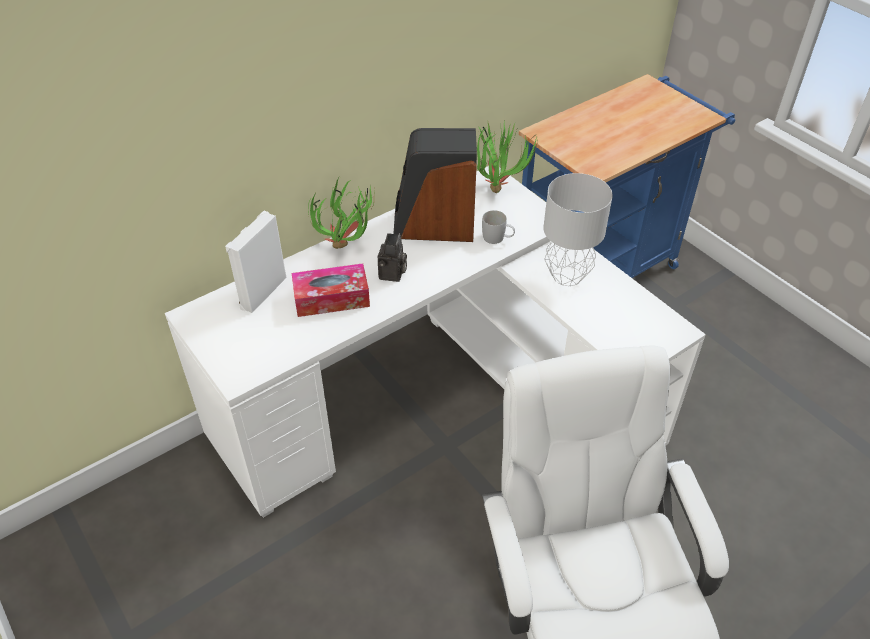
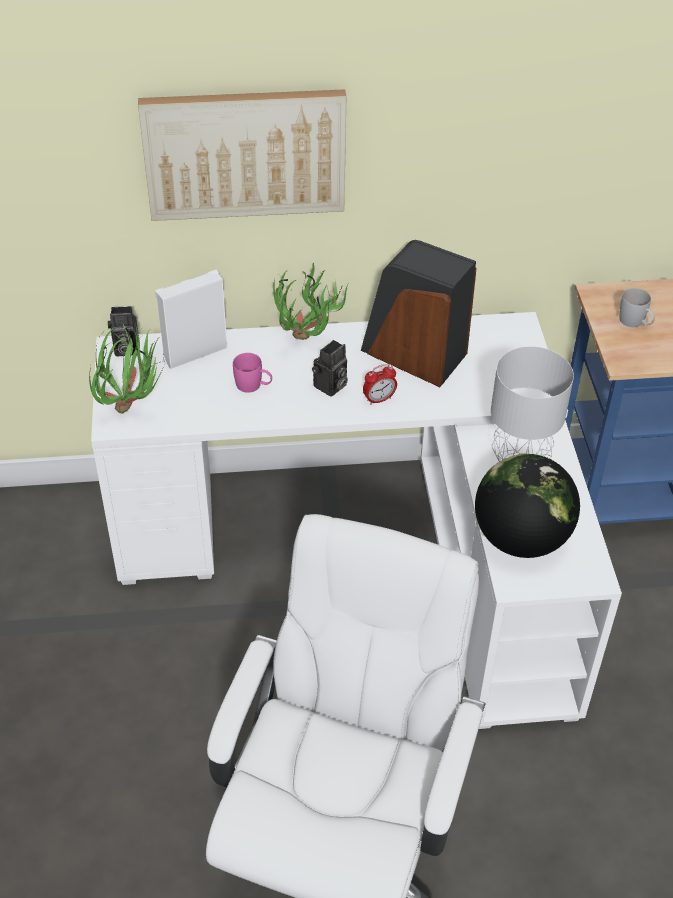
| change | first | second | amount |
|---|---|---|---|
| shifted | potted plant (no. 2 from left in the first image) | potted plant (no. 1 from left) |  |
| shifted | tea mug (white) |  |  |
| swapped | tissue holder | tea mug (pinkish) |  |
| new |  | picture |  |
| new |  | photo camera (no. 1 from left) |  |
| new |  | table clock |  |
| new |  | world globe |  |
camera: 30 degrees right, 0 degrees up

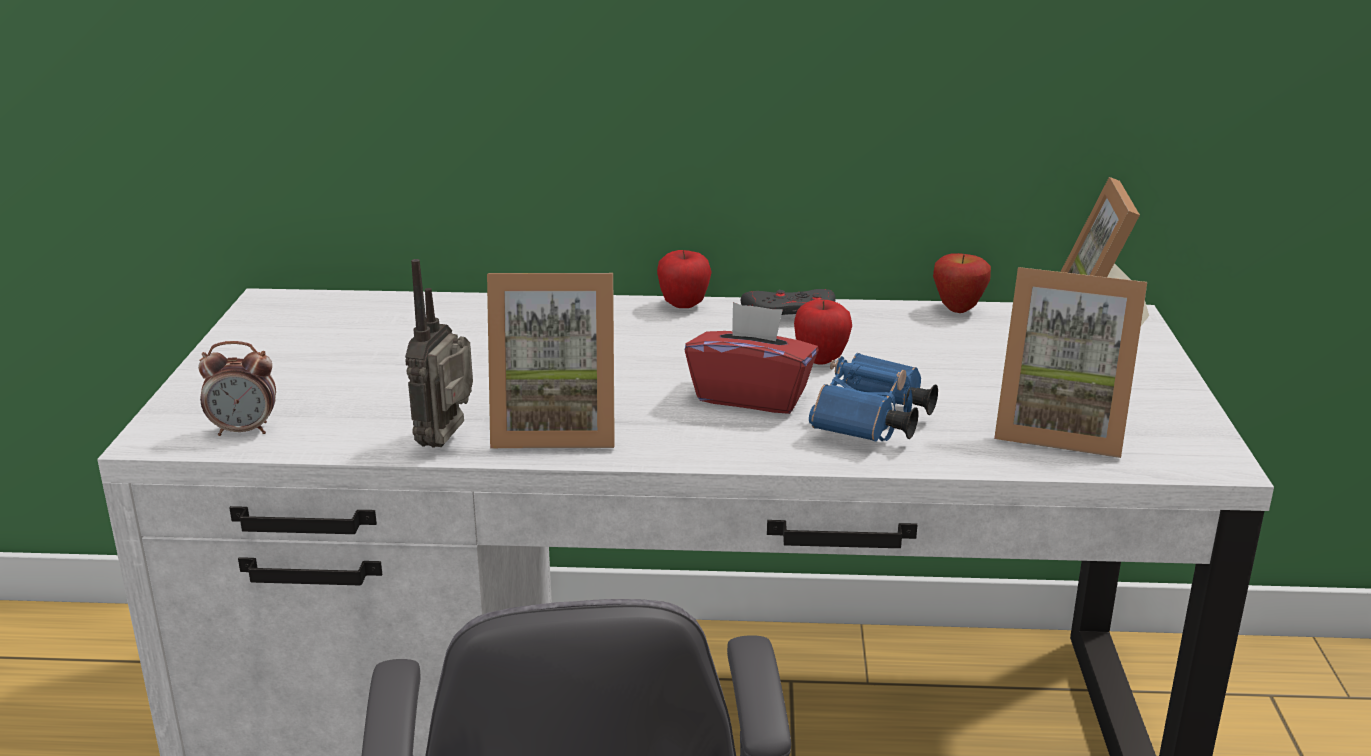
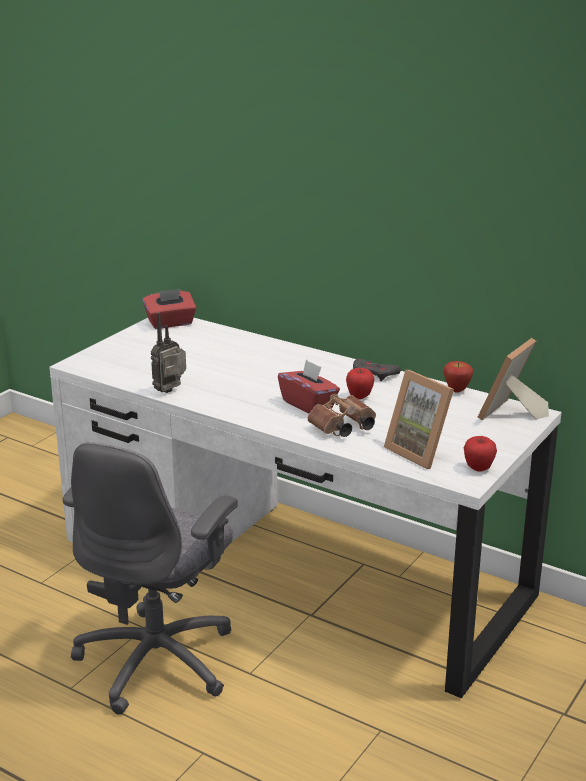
| change | first | second | amount |
|---|---|---|---|
| shifted | whole apple (no. 1 from left in the first image) | whole apple (no. 3 from left) |  |
| gone | picture frame (no. 1 from left) |  |  |
| gone | table clock |  |  |
| repainted | binoculars (blue) | binoculars (brown-coloured) |  |
| new |  | tissue holder (red-coloured) (no. 1 from left) |  |
camera: 30 degrees right, 0 degrees up

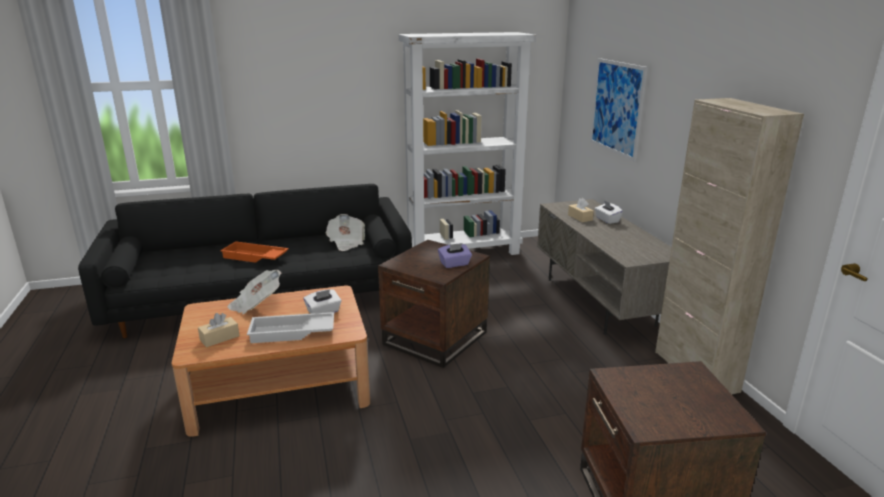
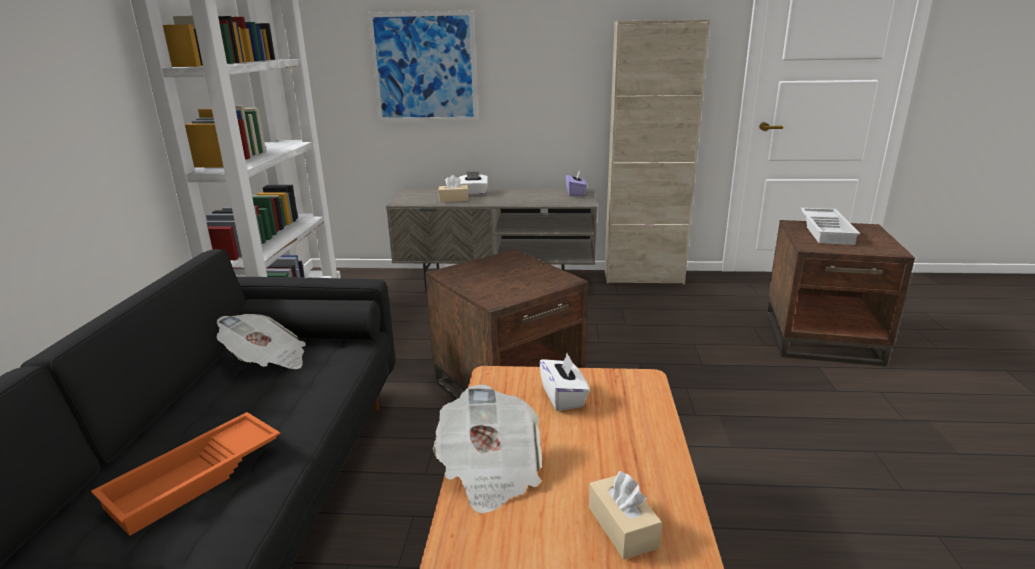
| change | first | second | amount |
|---|---|---|---|
| shifted | tissue holder (purplish) |  |  |
| shifted | carrying tray (white) |  |  |
camera: 70 degrees left, 0 degrees up

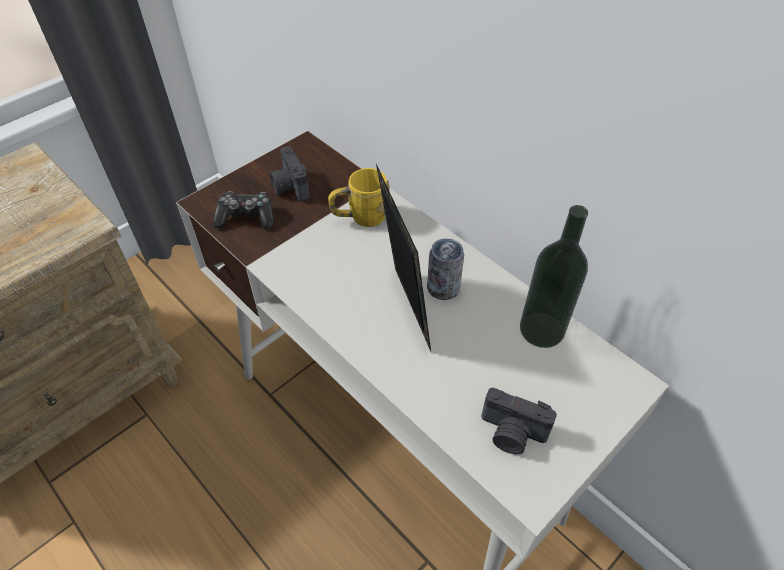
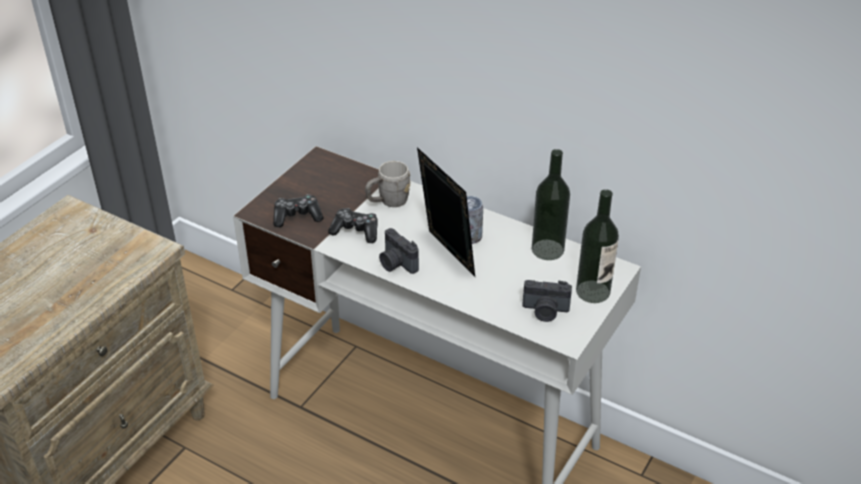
| change | first | second | amount |
|---|---|---|---|
| shifted | photo camera (no. 1 from left) |  |  |
| repainted | tea mug (yellow-coloured) | tea mug (gray) |  |
| new |  | beverage bottle (no. 2 from left) |  |
| new |  | gamepad (no. 2 from left) |  |
camera: 15 degrees left, 10 degrees down

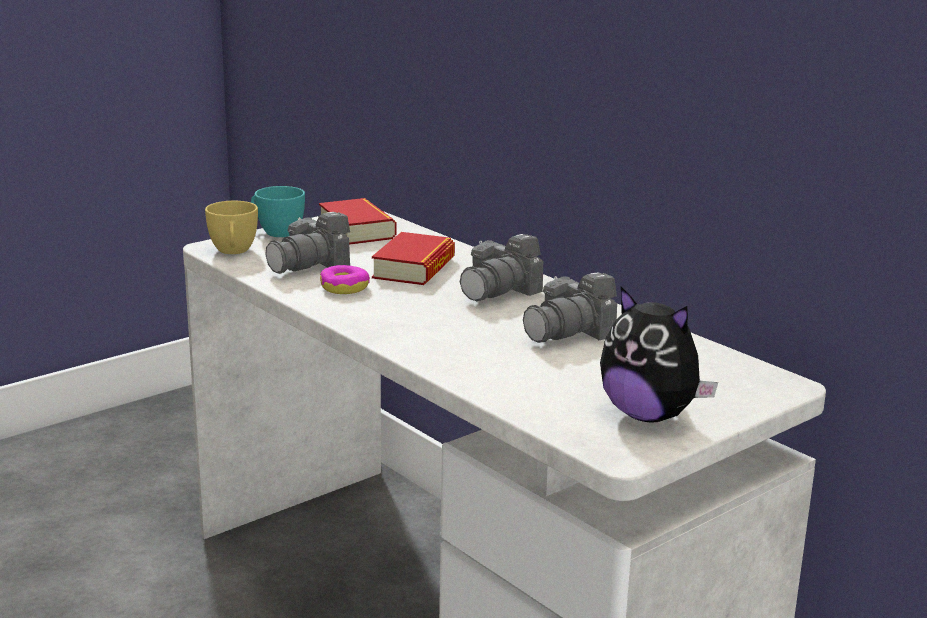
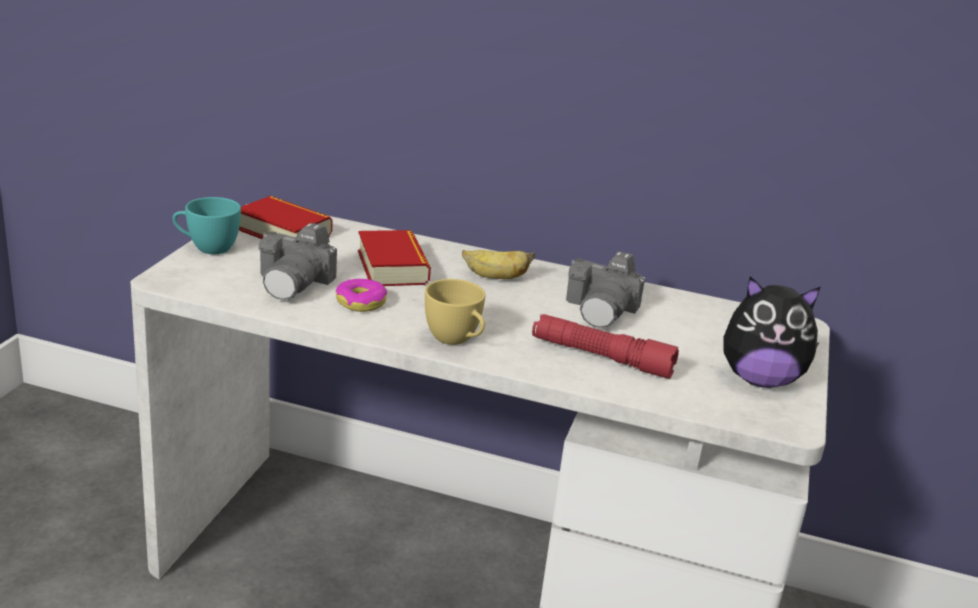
| change | first | second | amount |
|---|---|---|---|
| shifted | drinking cup (yellow-coloured) |  |  |
| swapped | photo camera (no. 2 from left) | banana |  |
| new |  | flashlight (red-coloured) |  |
camera: 35 degrees left, 5 degrees up

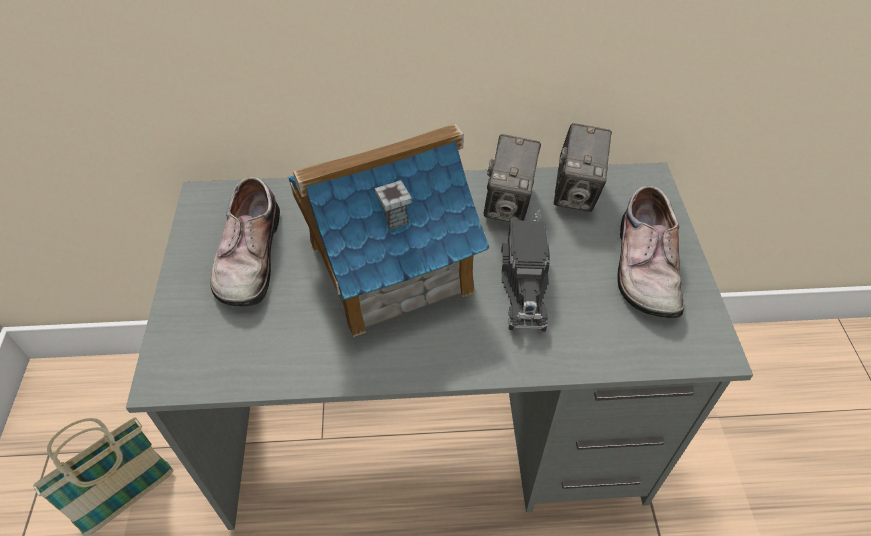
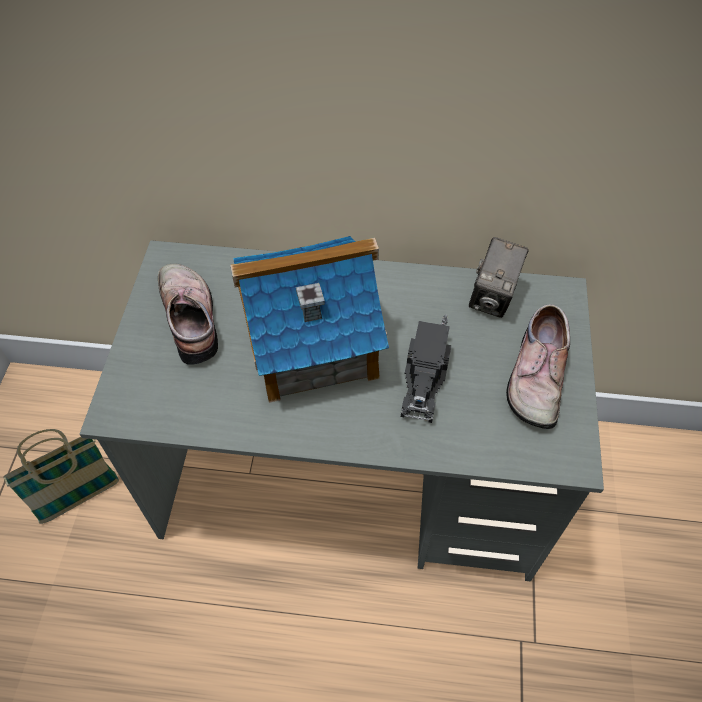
| change | first | second | amount |
|---|---|---|---|
| gone | photo camera (no. 1 from left) |  |  |
| rotated | low shoe (no. 1 from left) |  | 150 degrees clockwise |
camera: 10 degrees right, 5 degrees up

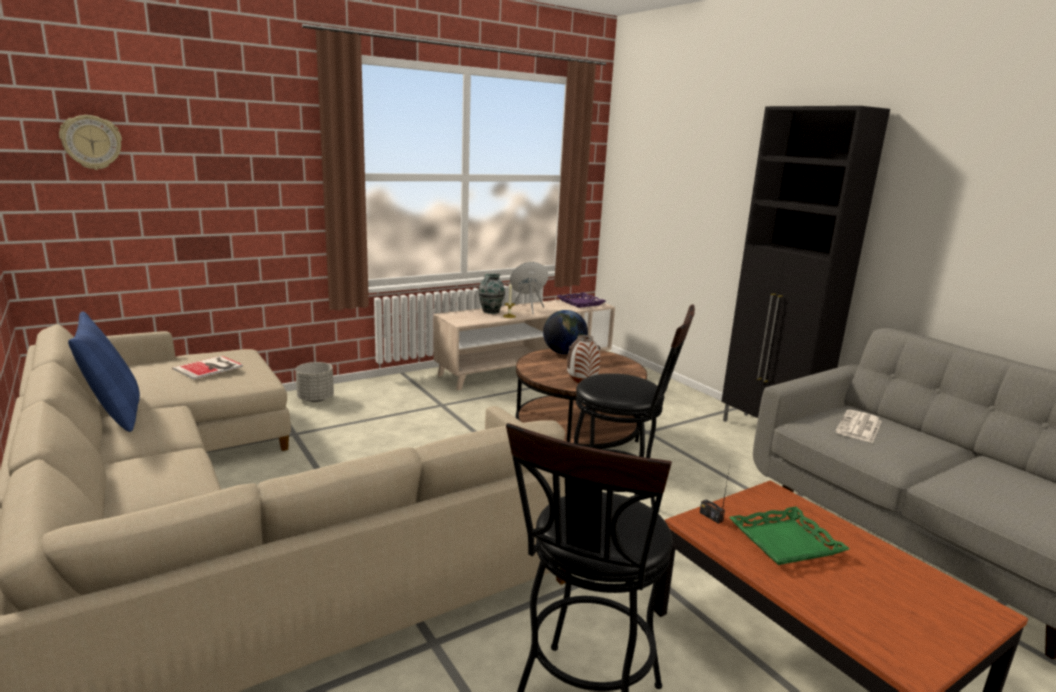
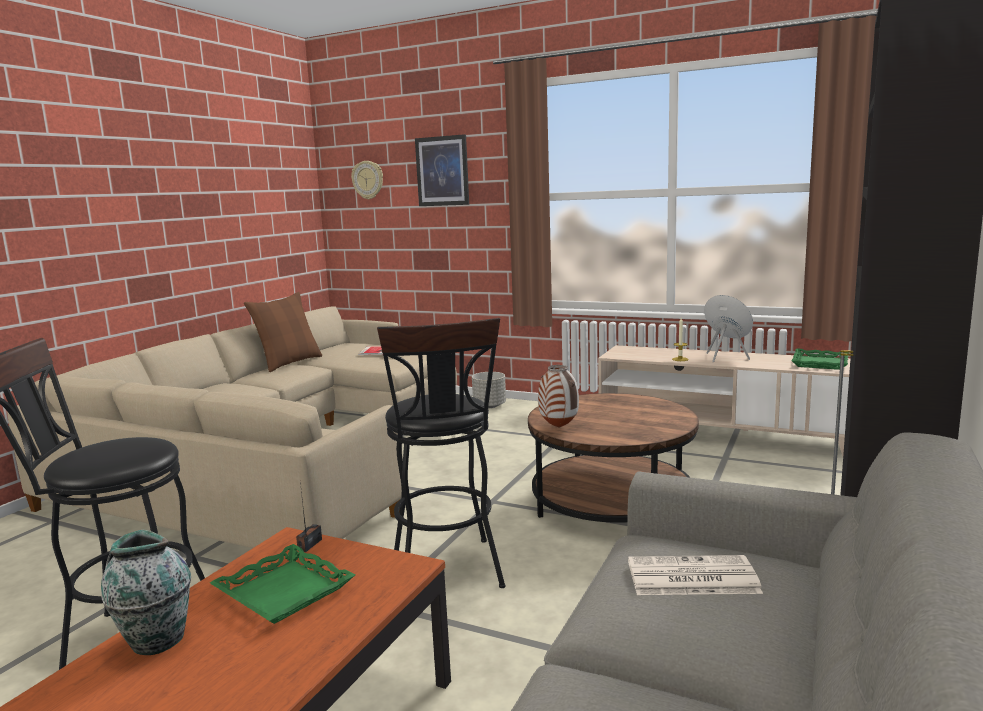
| change | first | second | amount |
|---|---|---|---|
| shifted | decorative vase (no. 1 from left) |  |  |
| repainted | carrying tray (purplish) | carrying tray (green) (no. 2 from left) |  |
| gone | world globe |  |  |
| repainted | pillow (blue) | pillow (brown-coloured) |  |
| new |  | picture |  |
camera: 60 degrees right, 5 degrees down

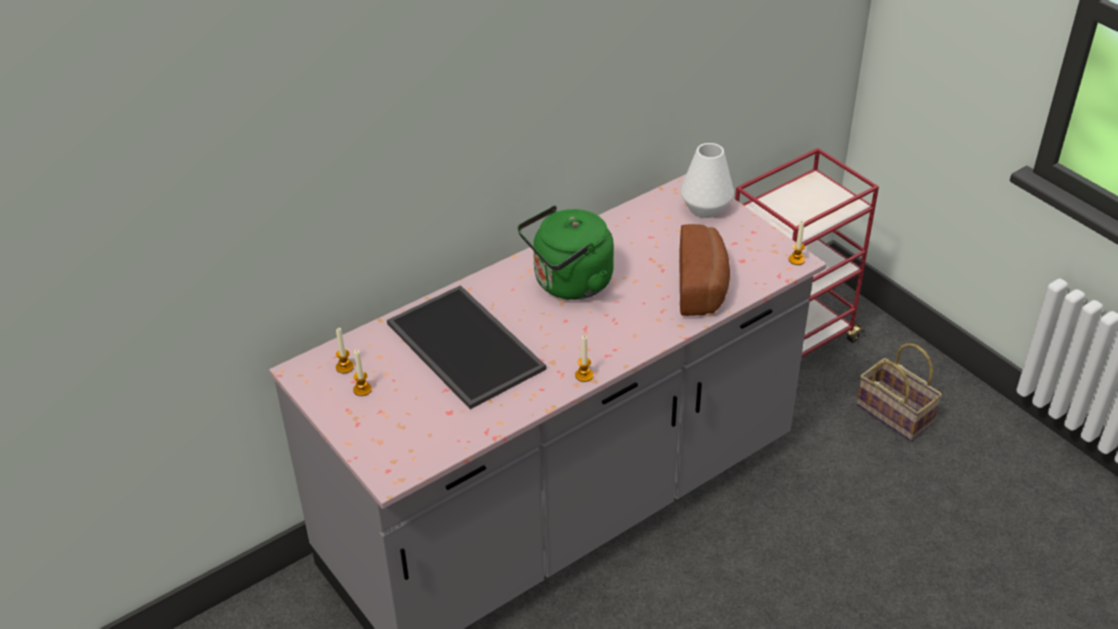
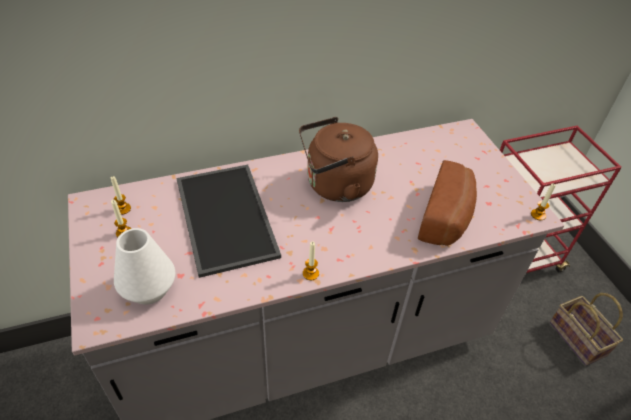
| change | first | second | amount |
|---|---|---|---|
| shifted | decorative vase (white) |  |  |
| repainted | kettle (green) | kettle (brown-coloured) |  |
camera: 15 degrees right, 5 degrees up

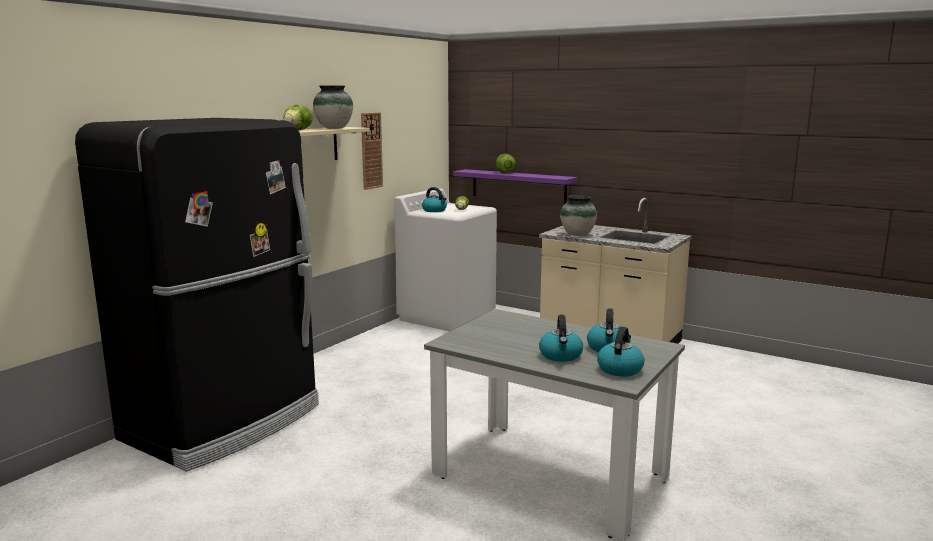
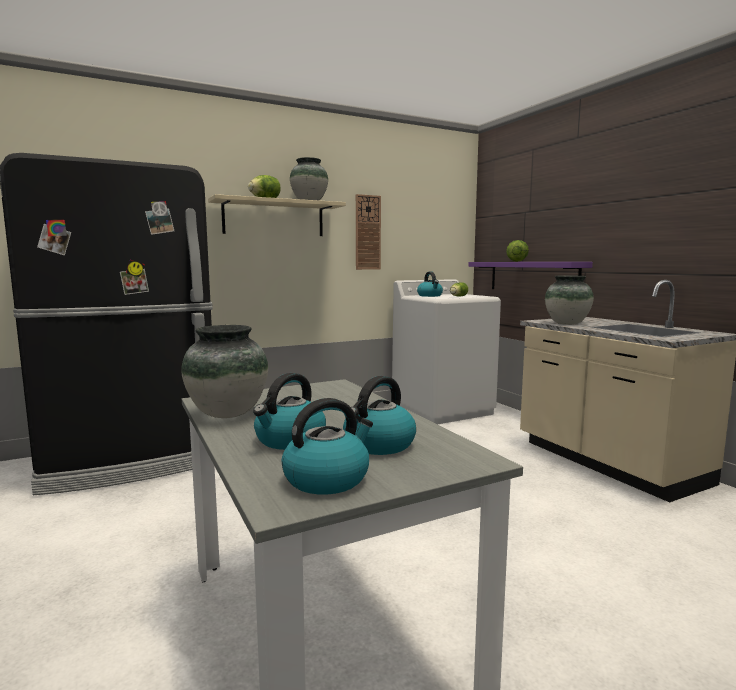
| change | first | second | amount |
|---|---|---|---|
| new |  | decorative vase (no. 1 from left) |  |
camera: 30 degrees right, 5 degrees down

